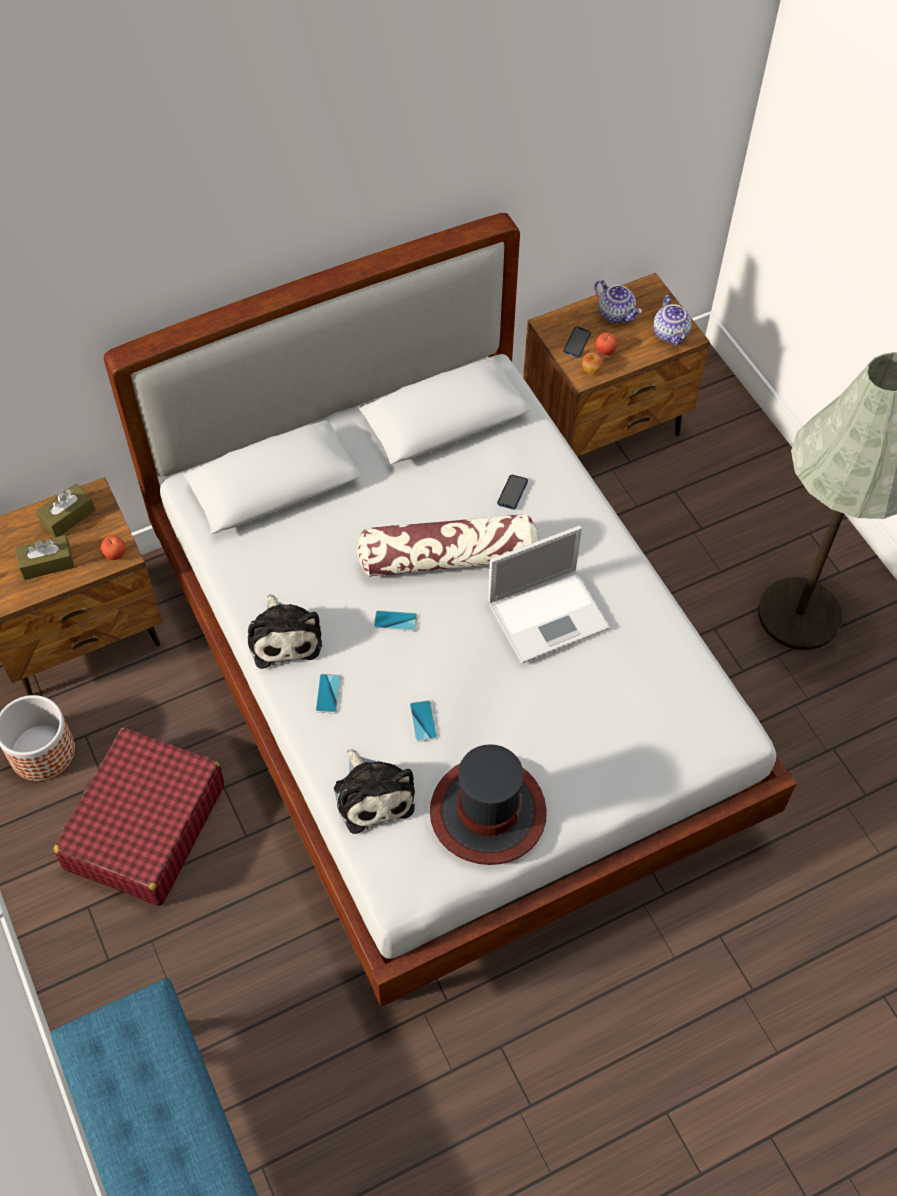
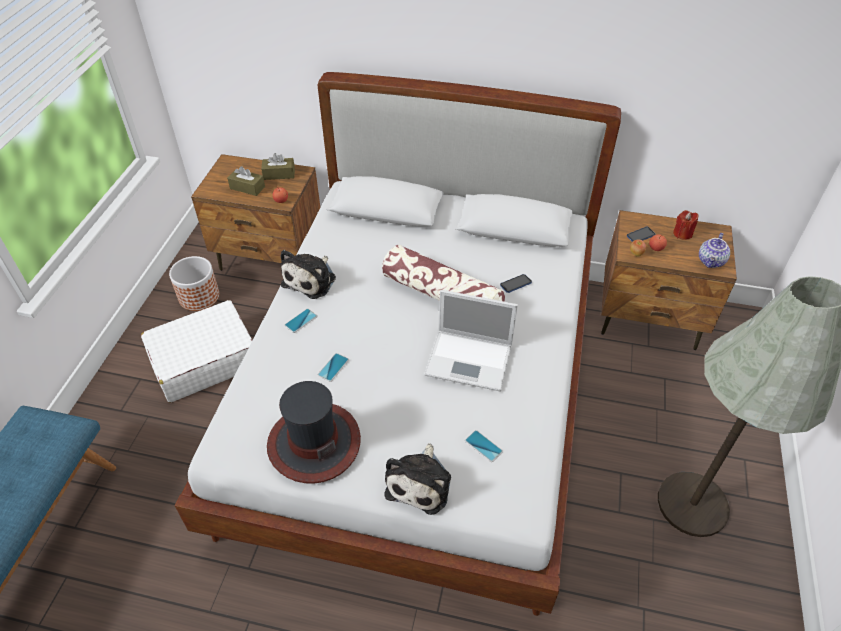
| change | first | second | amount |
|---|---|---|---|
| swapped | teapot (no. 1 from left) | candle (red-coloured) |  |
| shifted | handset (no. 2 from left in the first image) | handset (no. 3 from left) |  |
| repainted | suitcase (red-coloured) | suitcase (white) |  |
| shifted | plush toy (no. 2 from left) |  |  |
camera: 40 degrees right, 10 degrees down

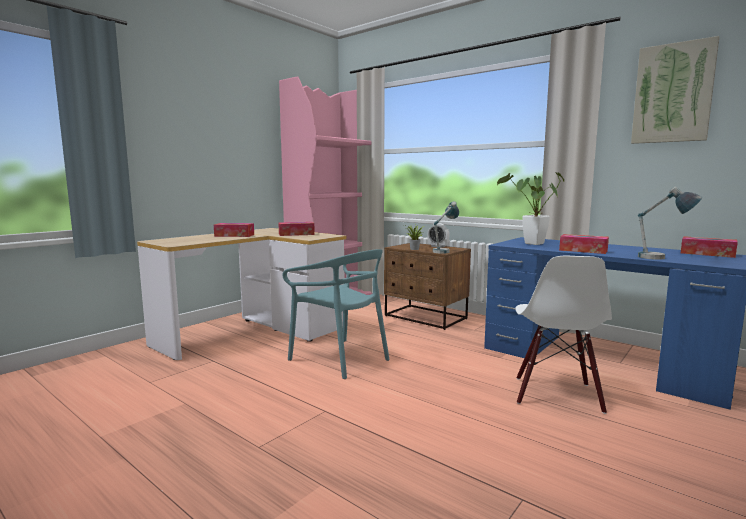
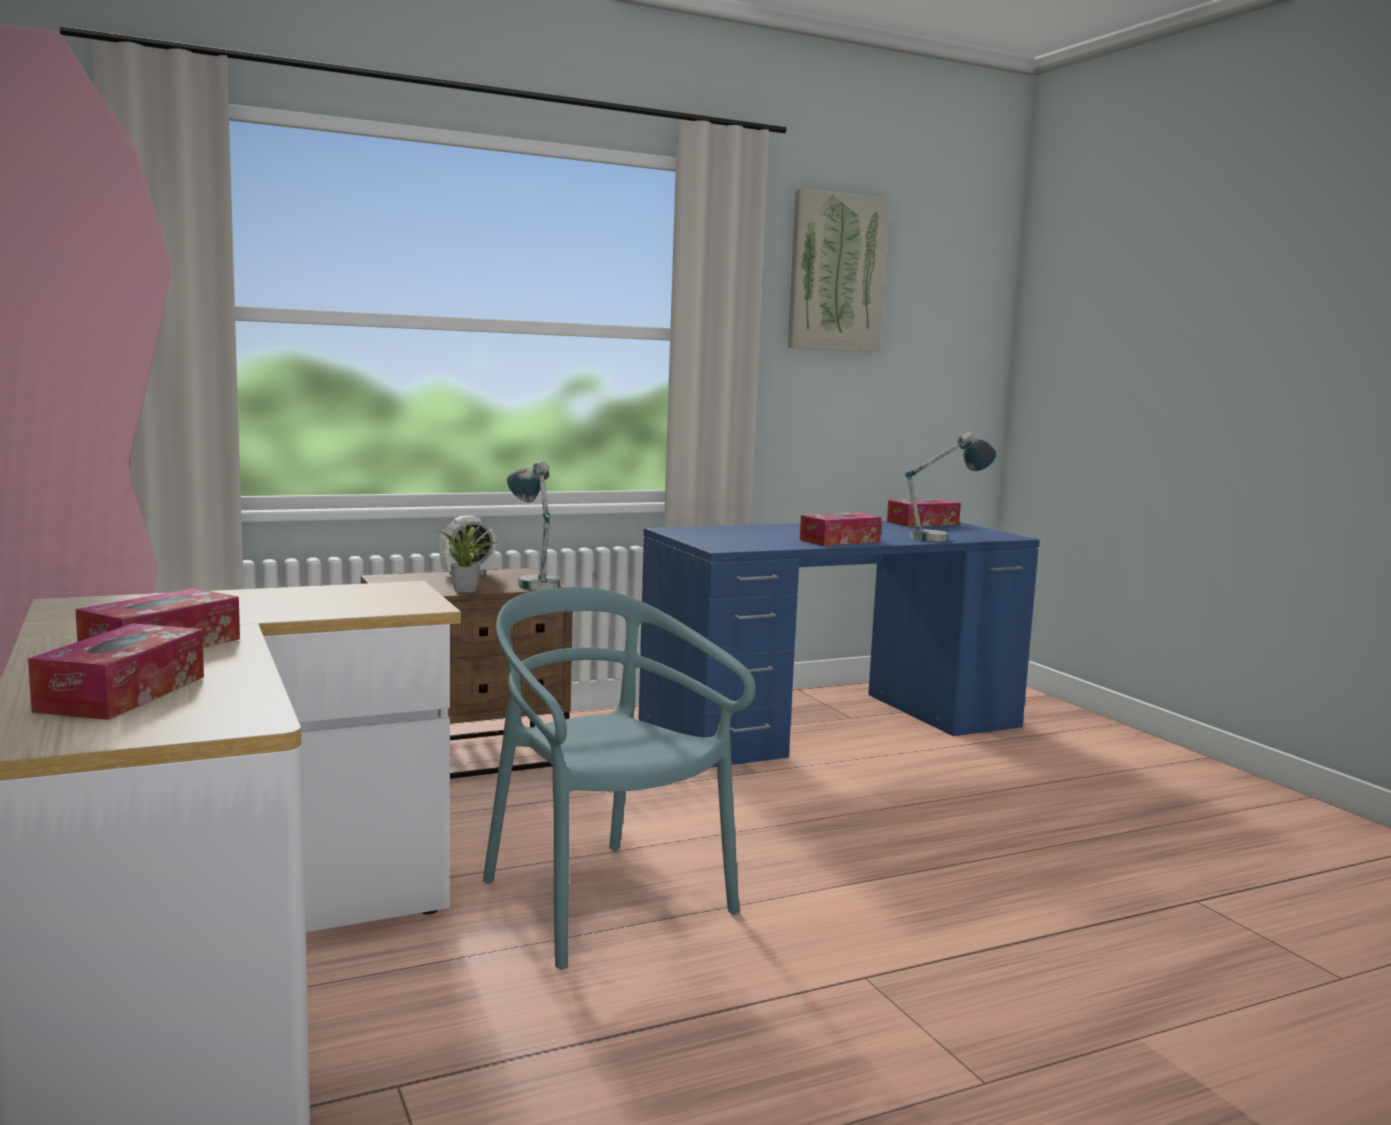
| change | first | second | amount |
|---|---|---|---|
| gone | potted plant (no. 2 from left) |  |  |
| shifted | tissue holder (no. 2 from left in the first image) | tissue holder (no. 1 from left) |  |
| rotated | upright chair (blue-green) |  | 105 degrees counterclockwise |
| gone | upright chair (white) |  |  |
camera: 65 degrees left, 0 degrees up

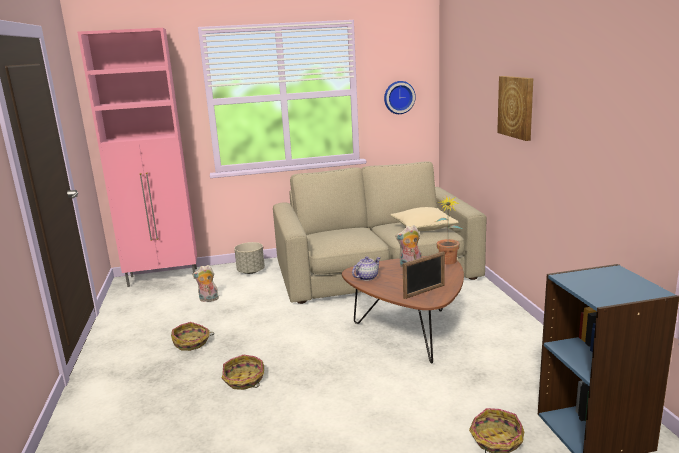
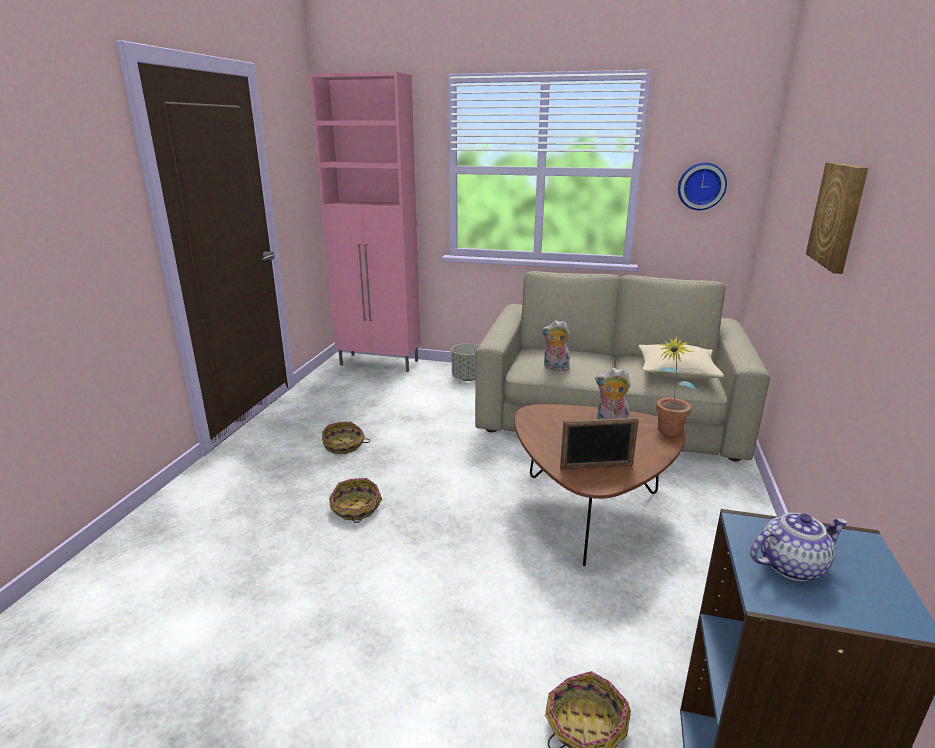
| change | first | second | amount |
|---|---|---|---|
| shifted | teapot |  |  |
| shifted | plush toy (no. 1 from left) |  |  |
camera: 25 degrees right, 5 degrees up

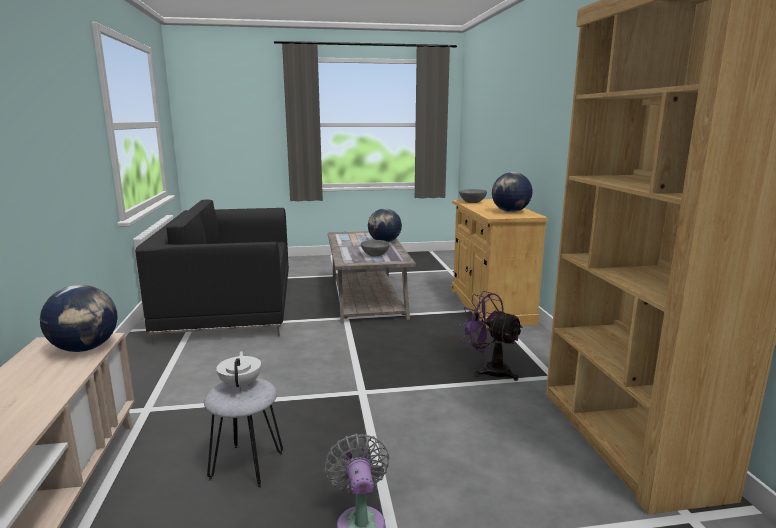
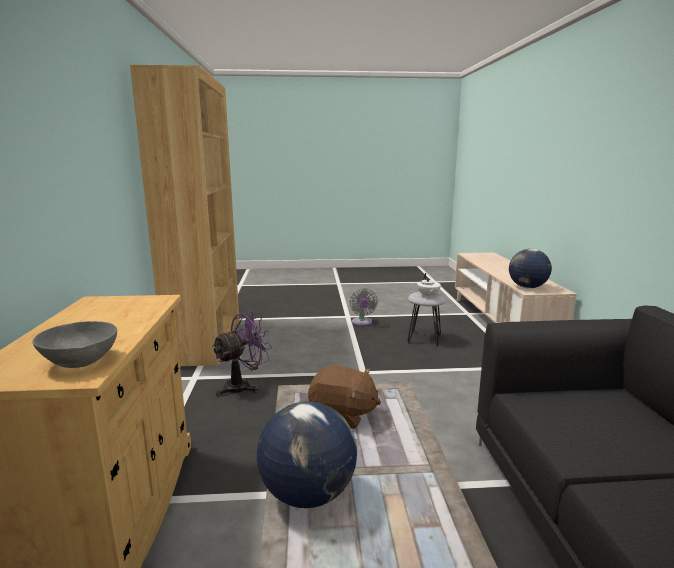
| change | first | second | amount |
|---|---|---|---|
| gone | world globe (no. 3 from left) |  |  |
| swapped | deep dish (gray) (no. 1 from left) | plush toy (brown-coloured) |  |
| rotated | electric fan (purplish) |  | 90 degrees counterclockwise |
camera: 175 degrees left, 0 degrees up

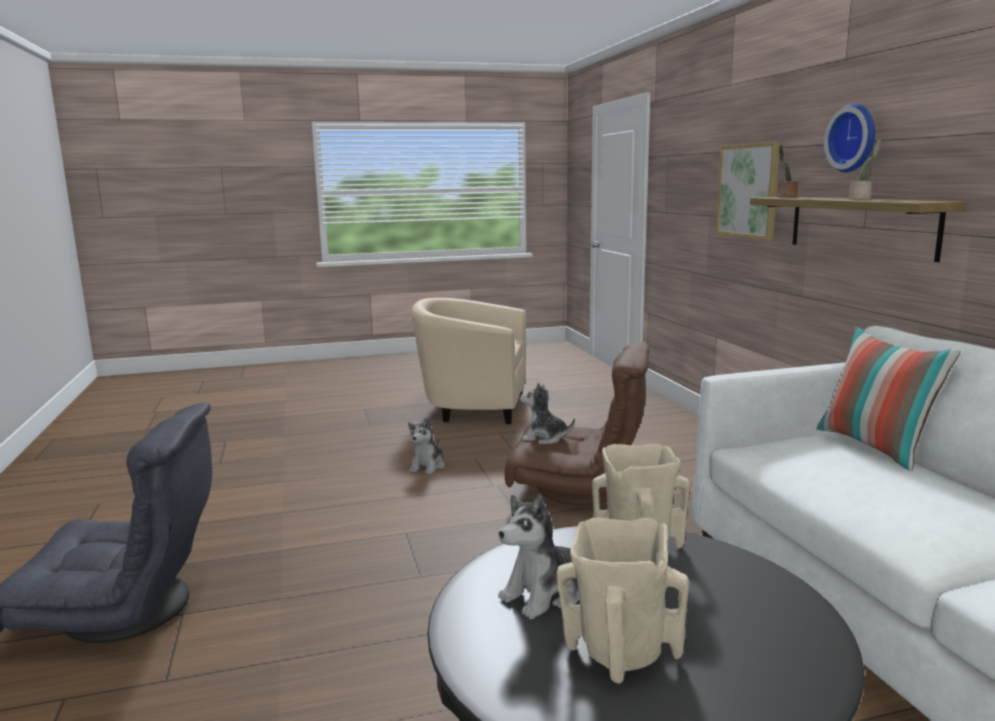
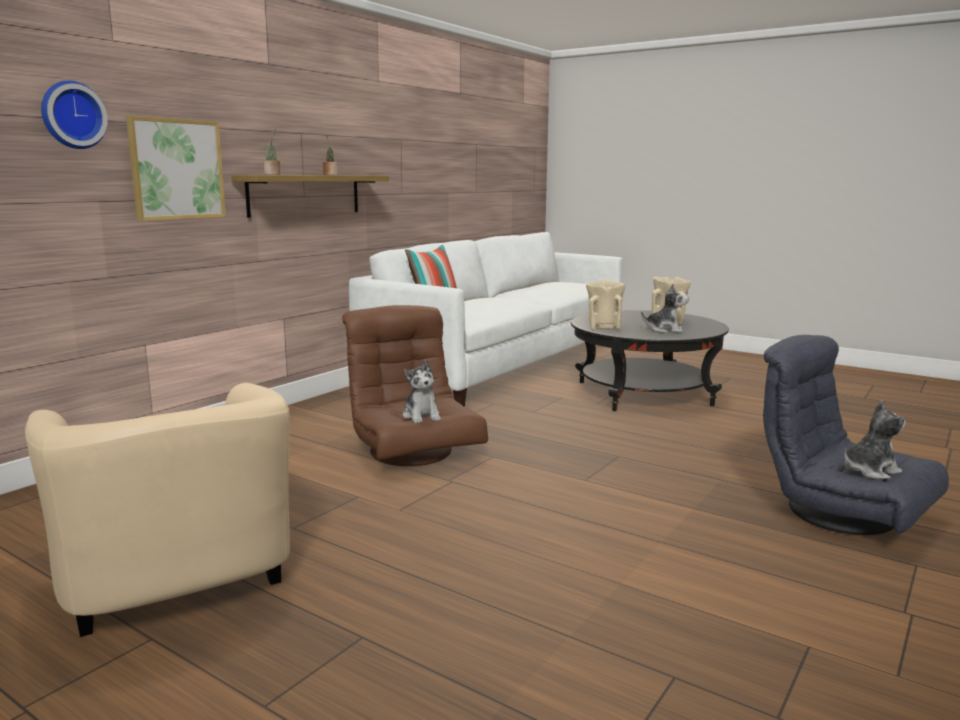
| change | first | second | amount |
|---|---|---|---|
| shifted | clock on the wall |  |  |
| shifted | plush toy (no. 1 from left in the first image) | plush toy (no. 3 from left) |  |
camera: 130 degrees left, 0 degrees up

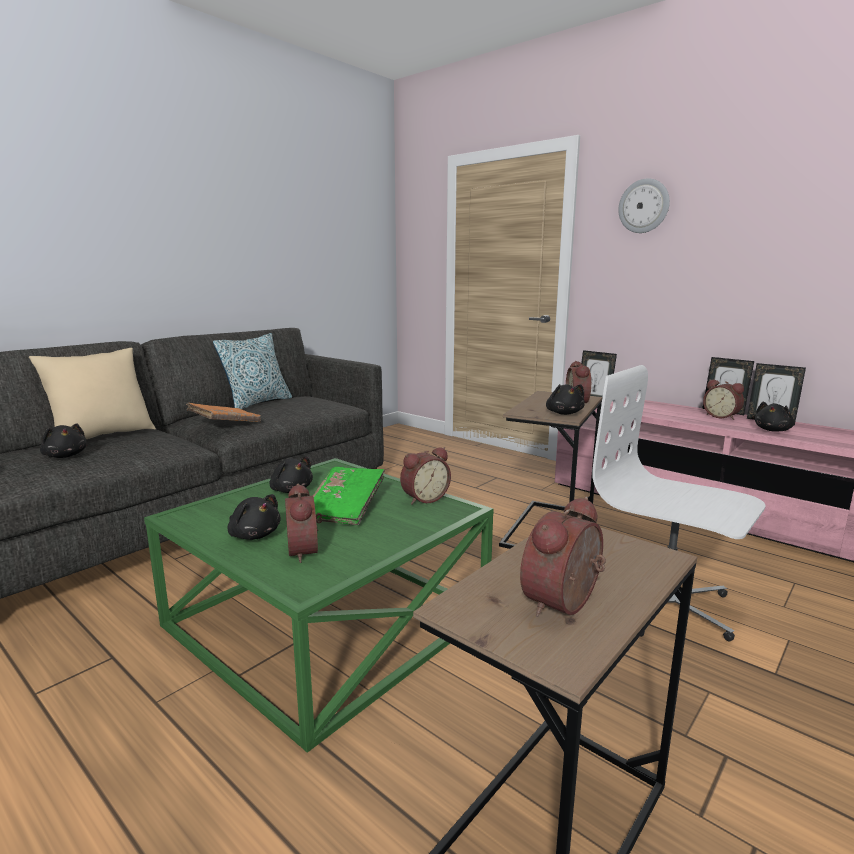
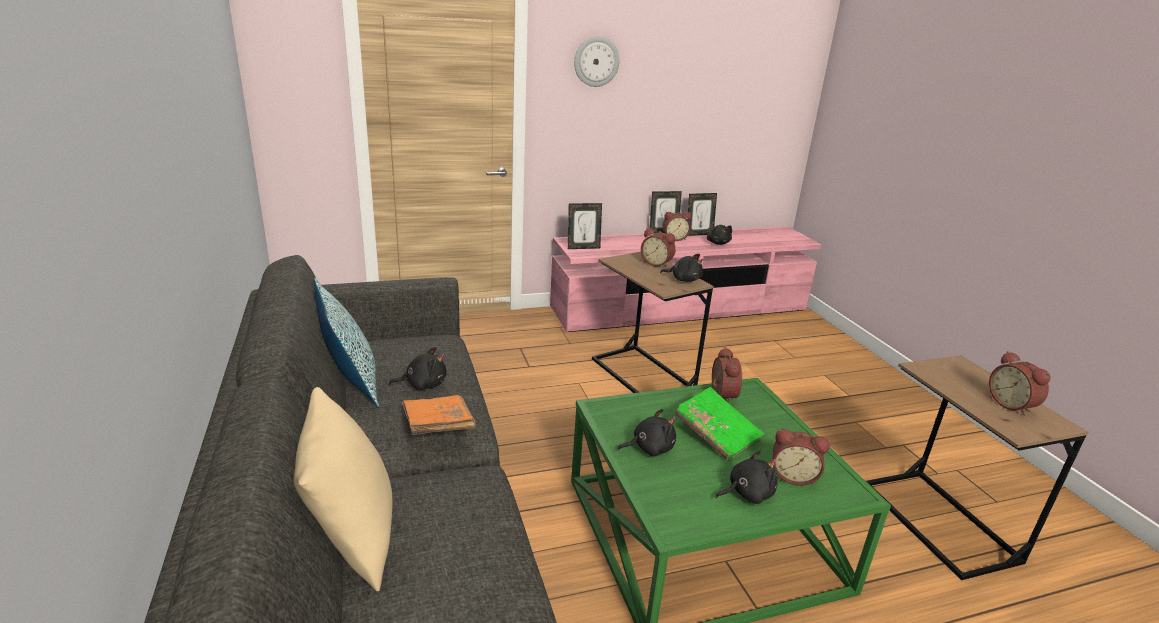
| change | first | second | amount |
|---|---|---|---|
| gone | office chair (white) |  |  |
| shifted | plush toy (black) (no. 1 from left) |  |  |
camera: 60 degrees left, 10 degrees up

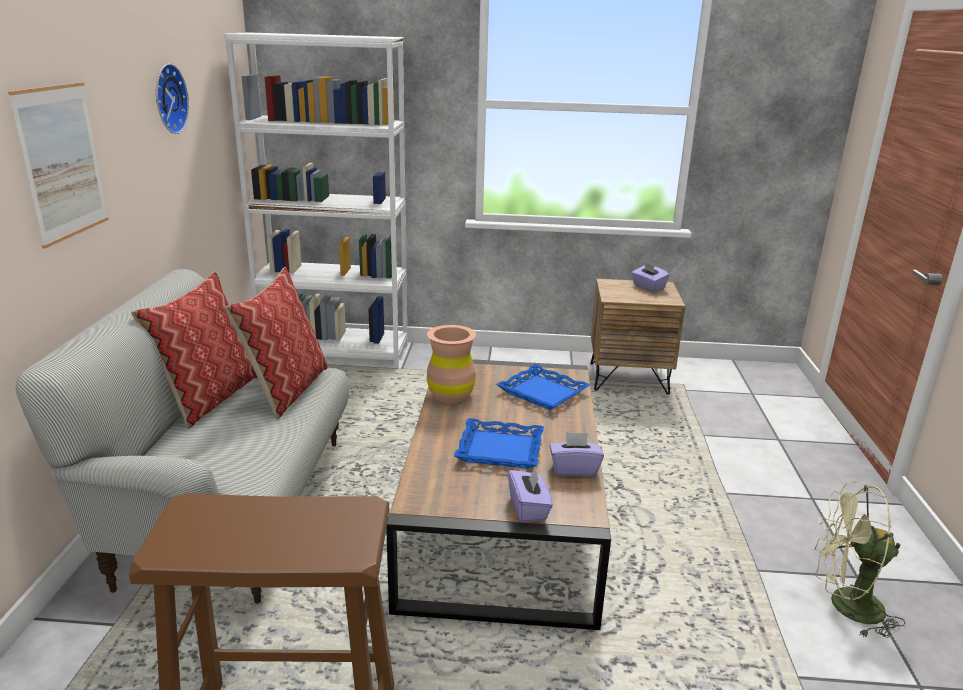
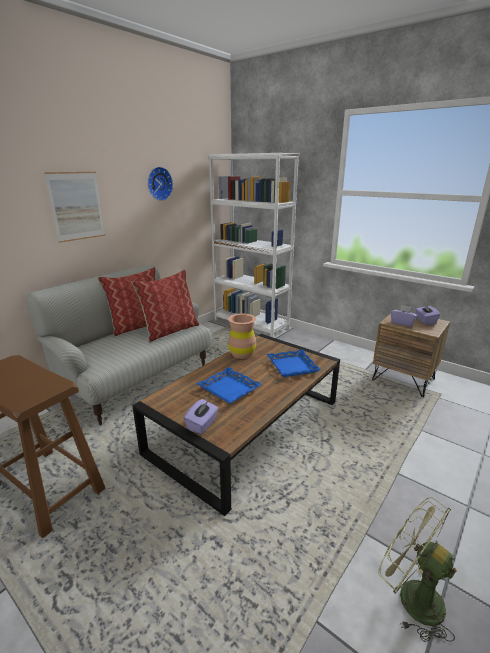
| change | first | second | amount |
|---|---|---|---|
| shifted | tissue holder (purplish) (no. 2 from left) |  |  |
camera: 35 degrees right, 0 degrees up

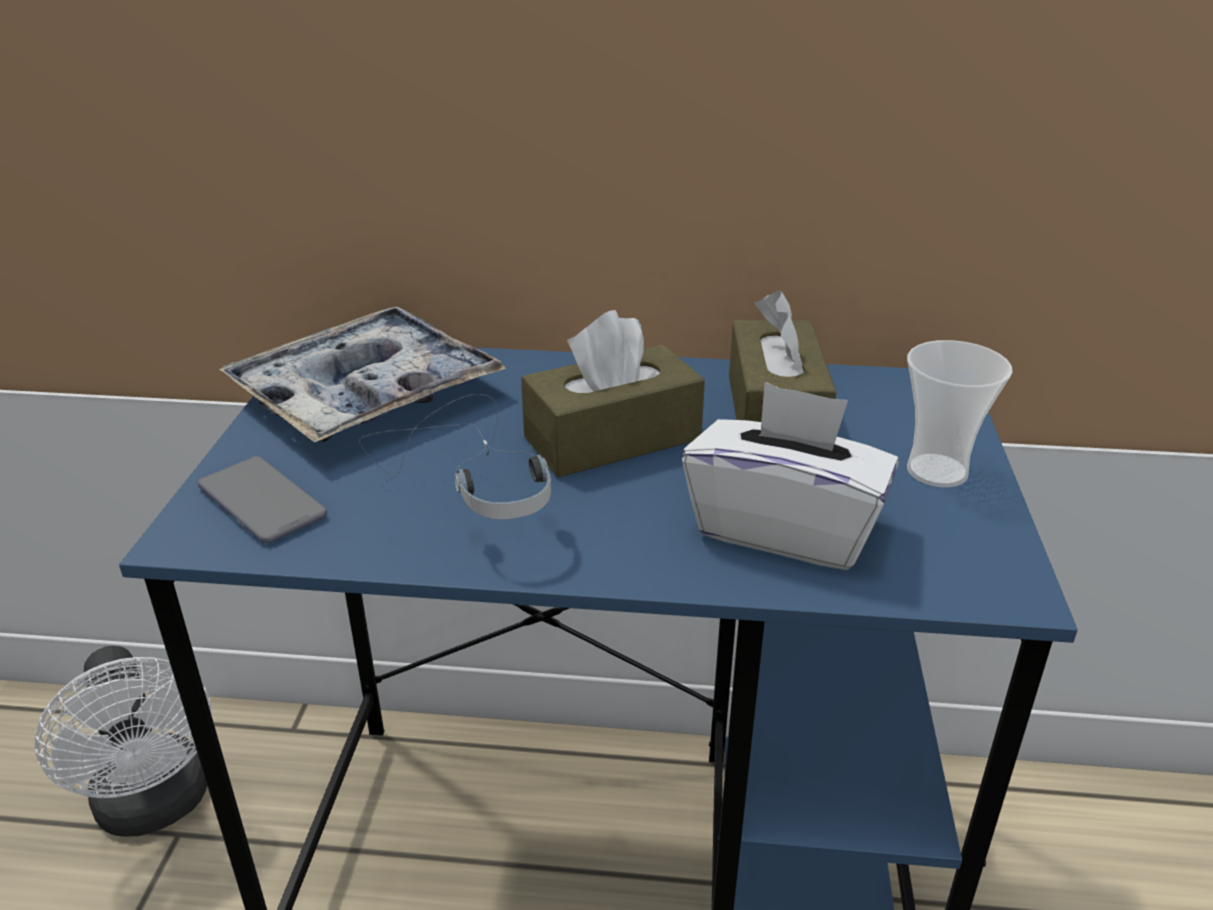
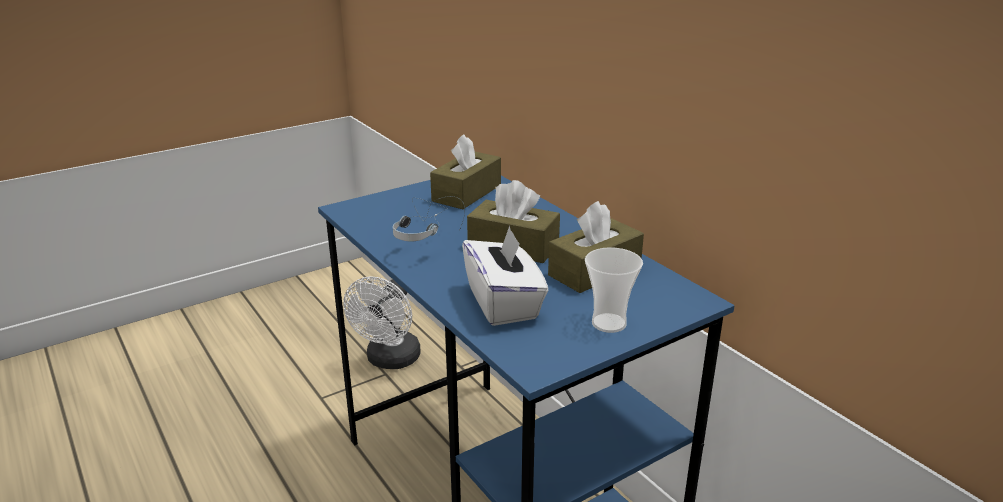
| change | first | second | amount |
|---|---|---|---|
| swapped | carrying tray | tissue holder (brown-coloured) (no. 1 from left) |  |
| gone | handset |  |  |
camera: 50 degrees right, 5 degrees down

